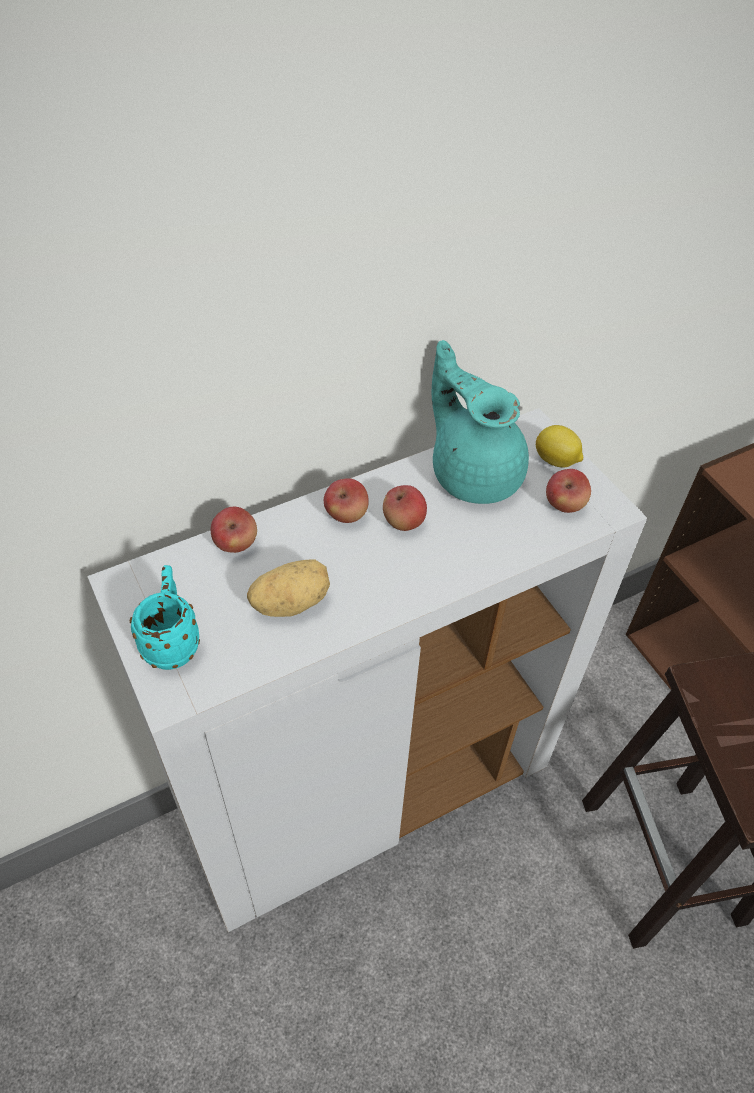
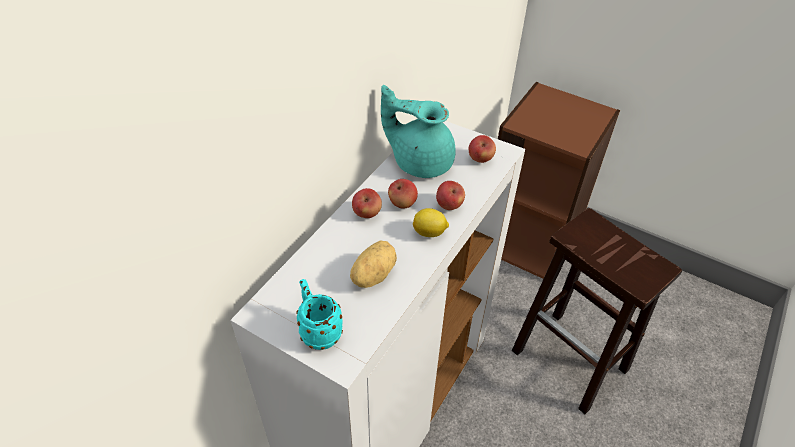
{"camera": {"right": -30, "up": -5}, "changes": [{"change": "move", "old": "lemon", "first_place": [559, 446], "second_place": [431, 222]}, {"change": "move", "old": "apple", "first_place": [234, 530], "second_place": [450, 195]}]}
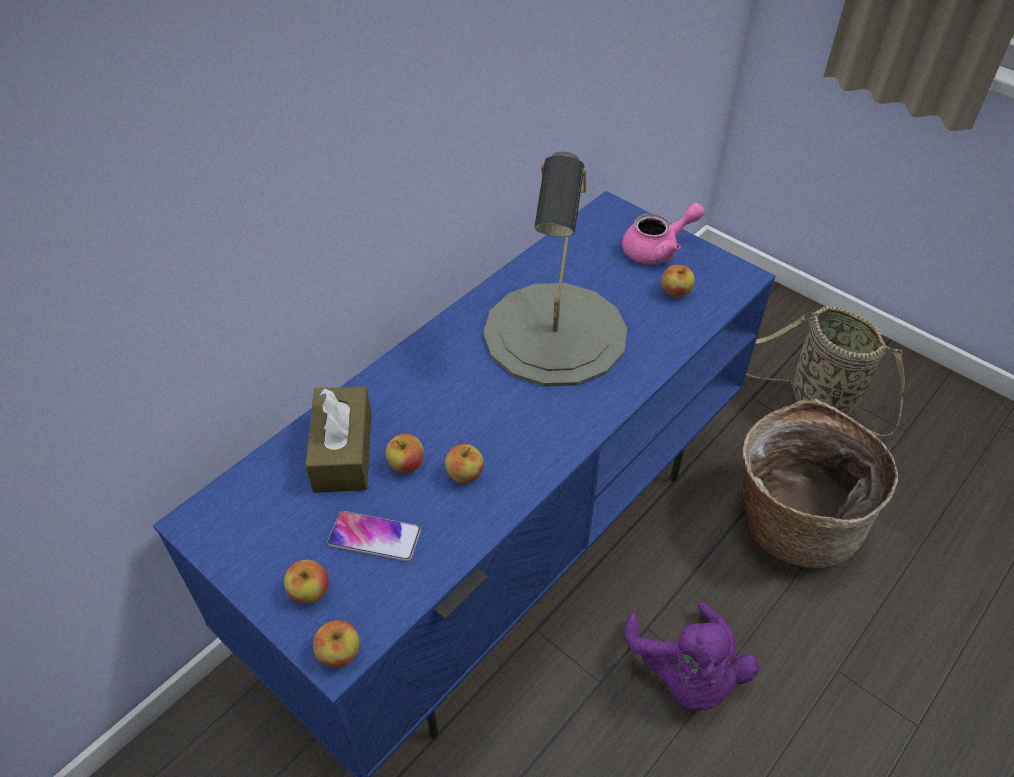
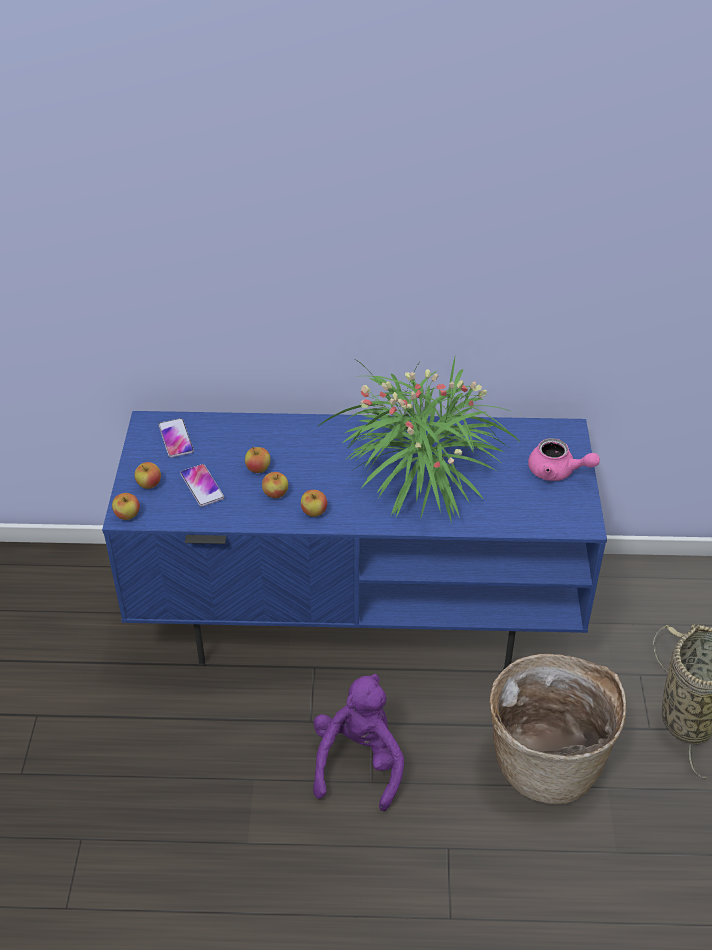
{"camera": {"right": 50, "up": -5}, "changes": [{"change": "replace", "old": "table lamp (grey)", "new": "potted plant", "first_place": [555, 269], "second_place": [419, 441]}, {"change": "move", "old": "apple", "first_place": [678, 281], "second_place": [314, 503]}, {"change": "delete", "old": "tissue box (brown)", "first_place": [338, 439]}, {"change": "rotate", "old": "plush toy (purple)", "first_place": [691, 656], "second_place": [358, 742], "degrees": 150}, {"change": "insert", "new": "phone", "second_place": [176, 438]}]}
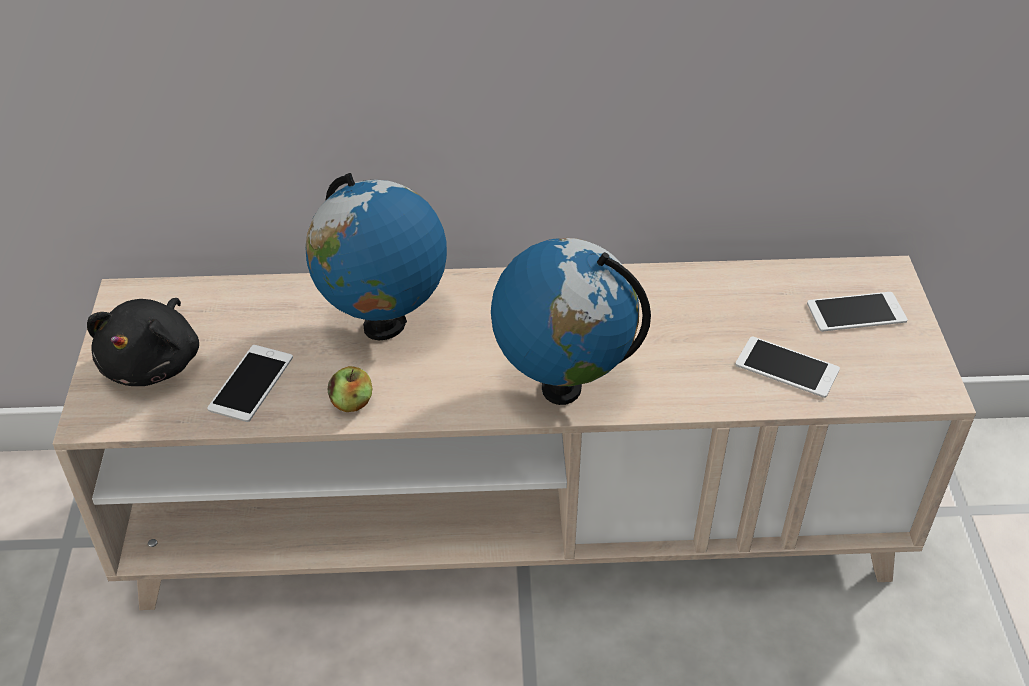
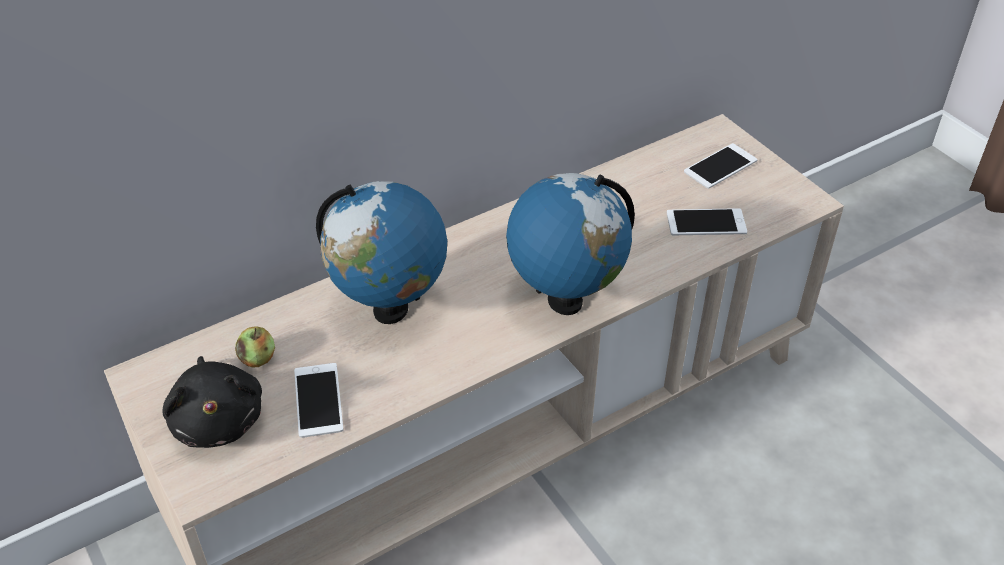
{"camera": {"right": -30, "up": 0}, "changes": [{"change": "move", "old": "apple", "first_place": [350, 389], "second_place": [255, 346]}]}
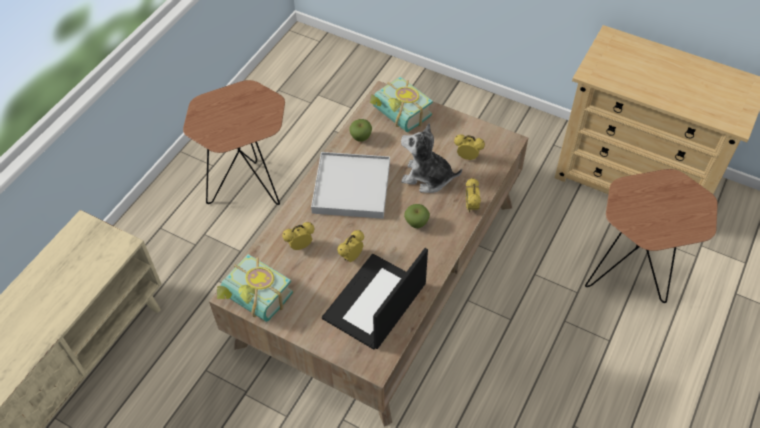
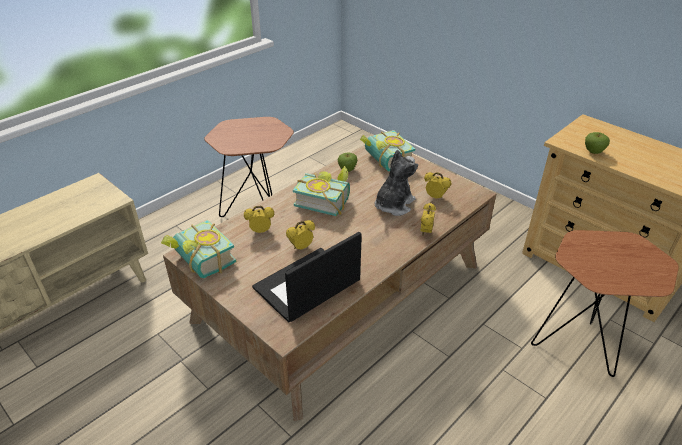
{"camera": {"right": 15, "up": -15}, "changes": [{"change": "rotate", "old": "plush toy", "first_place": [431, 158], "second_place": [396, 183], "degrees": 90}, {"change": "replace", "old": "tray (white)", "new": "book", "first_place": [350, 185], "second_place": [321, 191]}, {"change": "move", "old": "apple", "first_place": [417, 216], "second_place": [597, 143]}]}
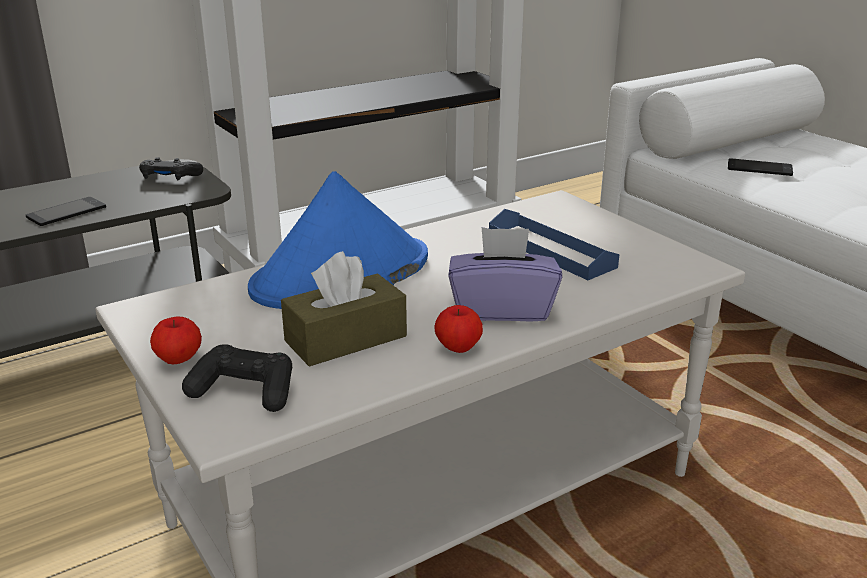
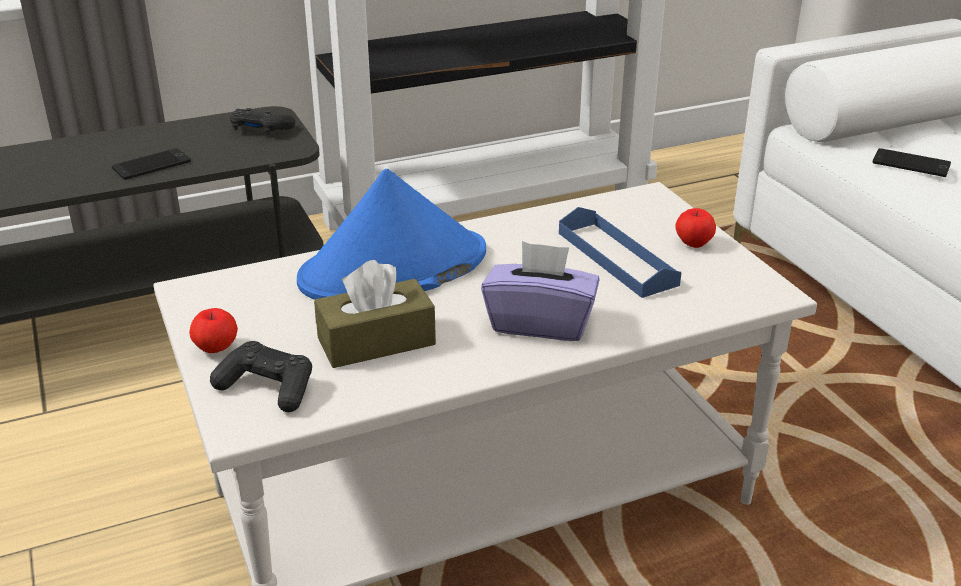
{"camera": {"right": 10, "up": 5}, "changes": [{"change": "move", "old": "apple", "first_place": [458, 329], "second_place": [696, 228]}]}
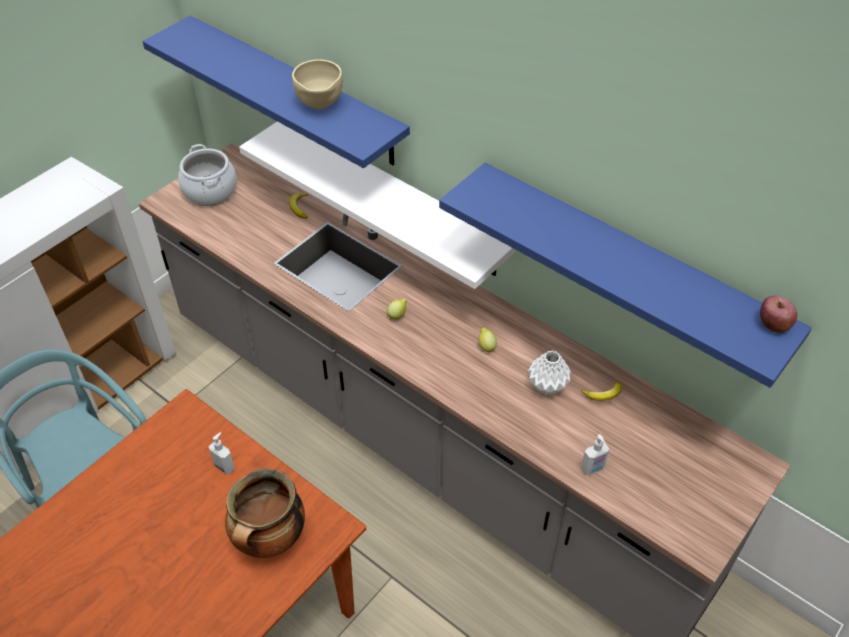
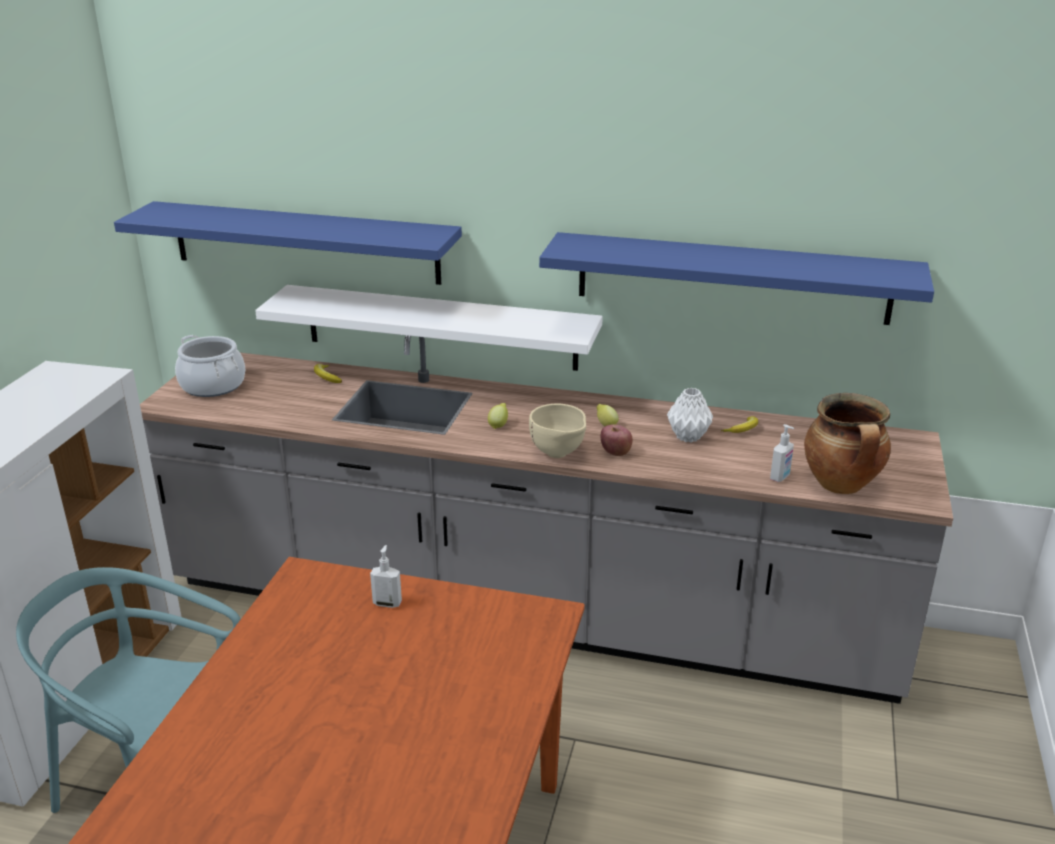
{"camera": {"right": -25, "up": -20}, "changes": [{"change": "move", "old": "bowl (beige)", "first_place": [317, 84], "second_place": [557, 431]}, {"change": "move", "old": "apple", "first_place": [778, 314], "second_place": [616, 440]}, {"change": "move", "old": "cooking pot", "first_place": [265, 513], "second_place": [847, 443]}]}
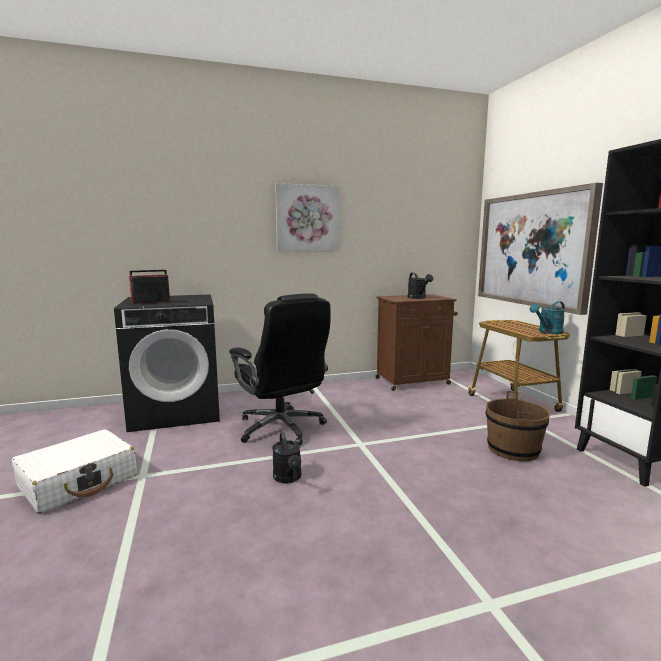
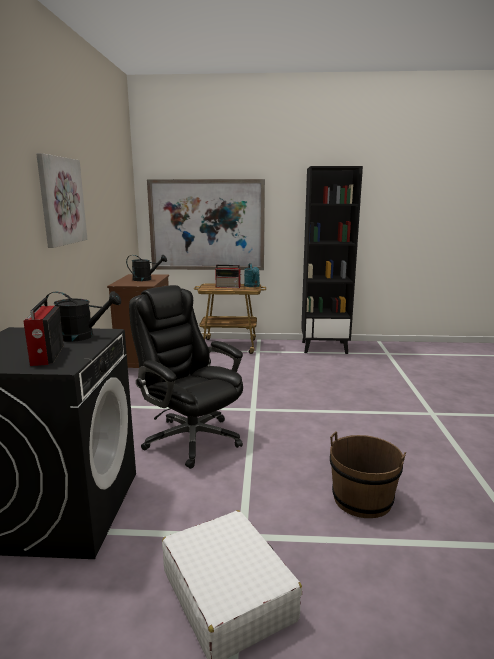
{"camera": {"right": -70, "up": 5}, "changes": [{"change": "rotate", "old": "office chair (black)", "first_place": [280, 369], "second_place": [186, 377], "degrees": -120}, {"change": "move", "old": "bucket (brown)", "first_place": [517, 426], "second_place": [368, 475]}, {"change": "move", "old": "watering can (black)", "first_place": [286, 458], "second_place": [82, 316]}, {"change": "insert", "new": "radio", "second_place": [228, 276]}]}
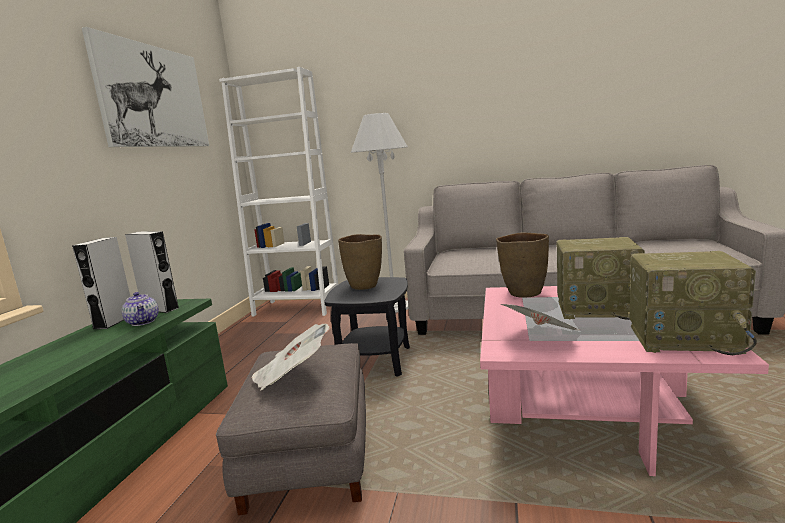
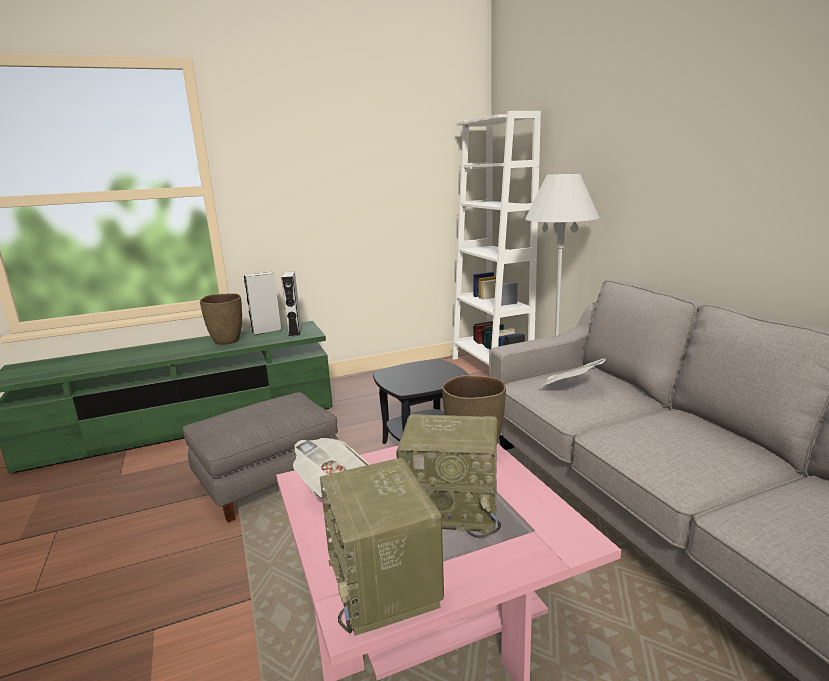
{"camera": {"right": 55, "up": 5}, "changes": [{"change": "delete", "old": "picture", "first_place": [145, 87]}, {"change": "move", "old": "vase (brown)", "first_place": [360, 262], "second_place": [221, 319]}, {"change": "rotate", "old": "radio", "first_place": [600, 278], "second_place": [448, 476], "degrees": -60}, {"change": "delete", "old": "teapot", "first_place": [140, 309]}, {"change": "move", "old": "newspaper", "first_place": [290, 357], "second_place": [574, 372]}]}
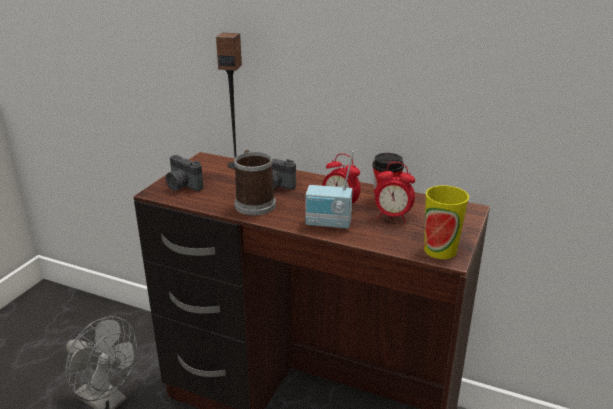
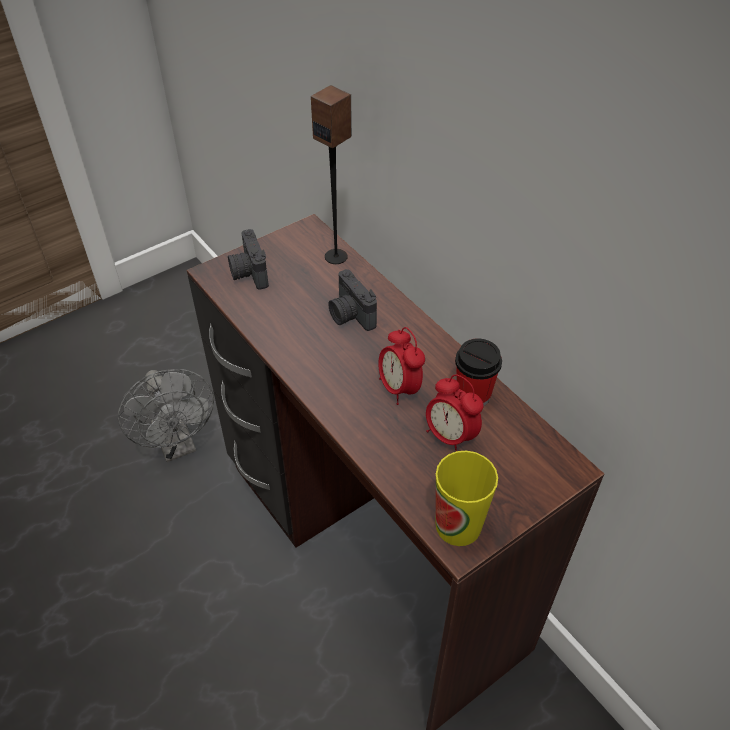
{"camera": {"right": 30, "up": 20}, "changes": [{"change": "delete", "old": "mug", "first_place": [255, 182]}, {"change": "delete", "old": "radio", "first_place": [329, 190]}]}
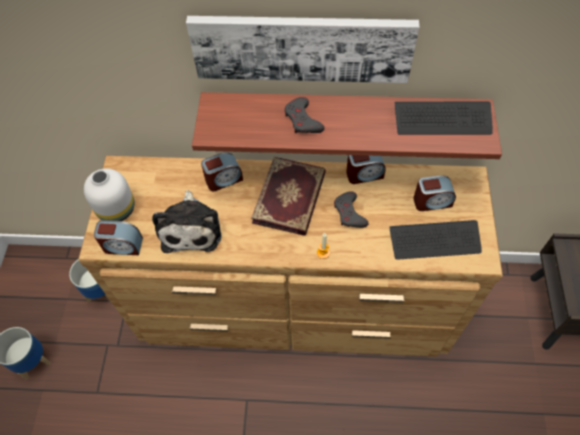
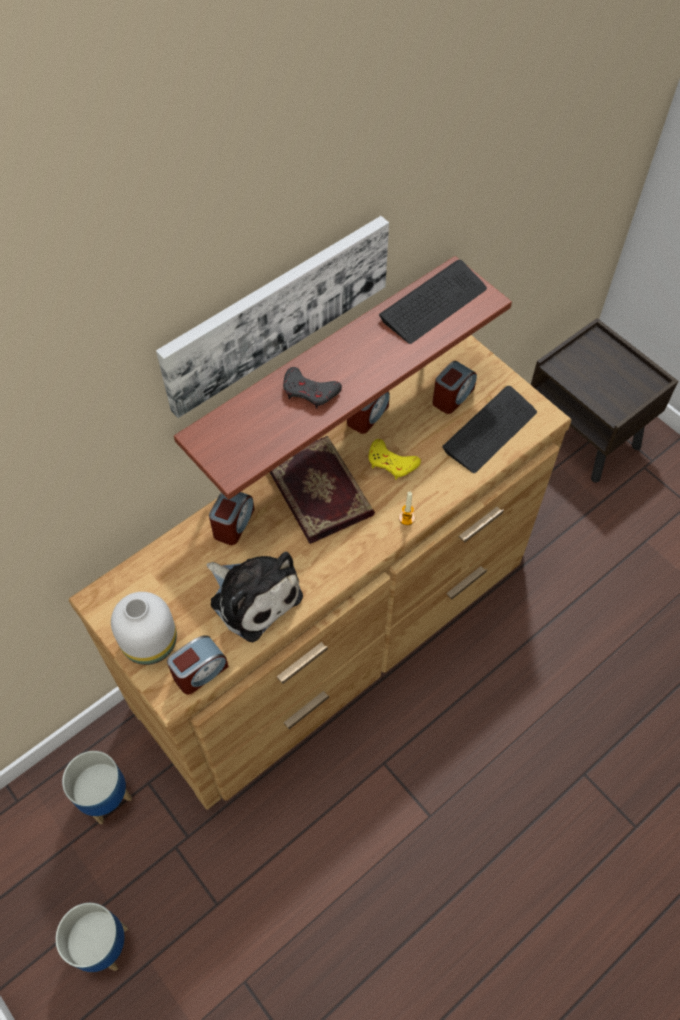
{"camera": {"right": -45, "up": 0}, "changes": [{"change": "recolor", "old": "game controller (grey)", "new": "game controller (yellow)", "first_place": [351, 209], "second_place": [394, 459]}]}
